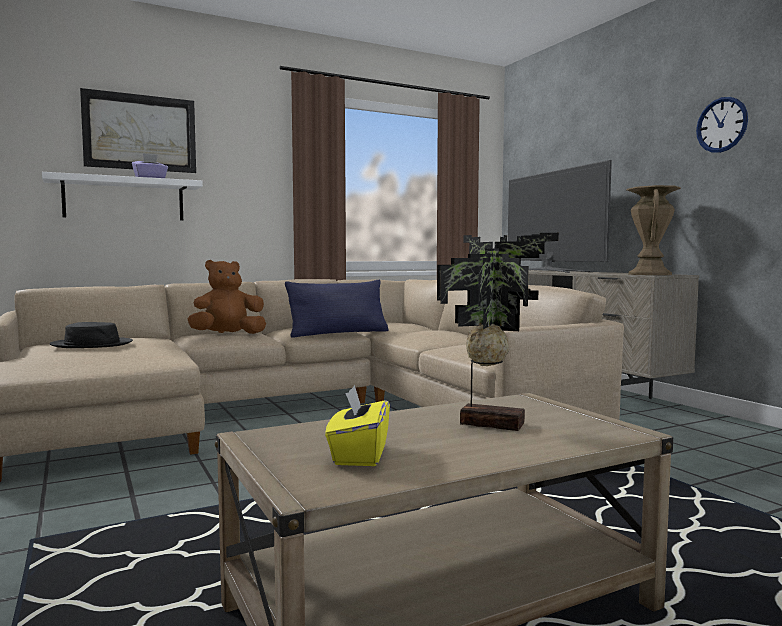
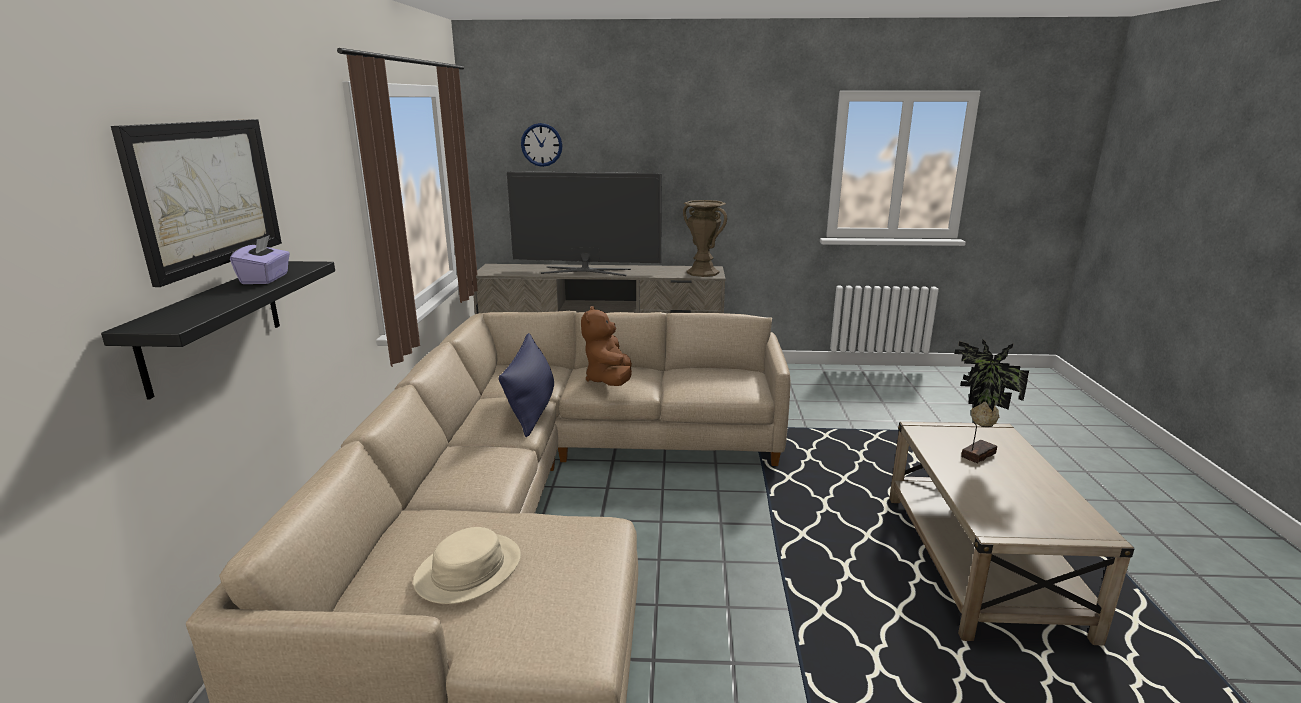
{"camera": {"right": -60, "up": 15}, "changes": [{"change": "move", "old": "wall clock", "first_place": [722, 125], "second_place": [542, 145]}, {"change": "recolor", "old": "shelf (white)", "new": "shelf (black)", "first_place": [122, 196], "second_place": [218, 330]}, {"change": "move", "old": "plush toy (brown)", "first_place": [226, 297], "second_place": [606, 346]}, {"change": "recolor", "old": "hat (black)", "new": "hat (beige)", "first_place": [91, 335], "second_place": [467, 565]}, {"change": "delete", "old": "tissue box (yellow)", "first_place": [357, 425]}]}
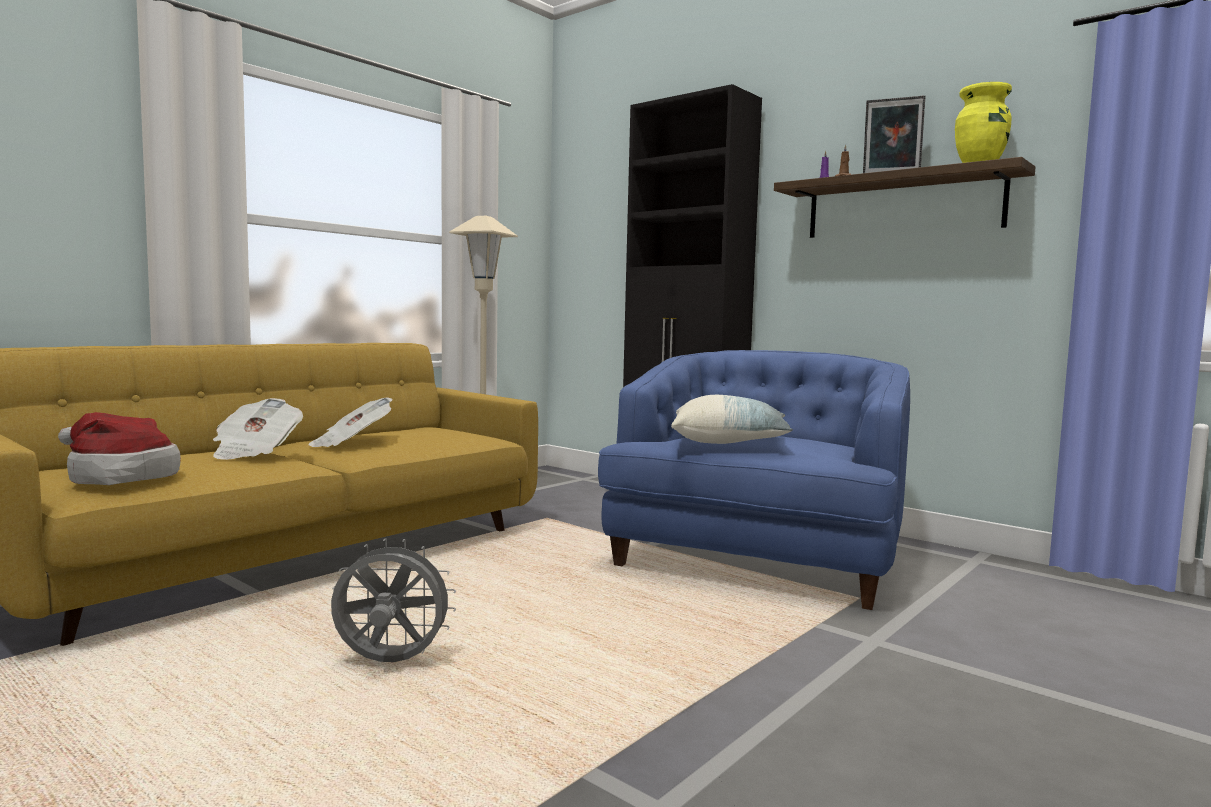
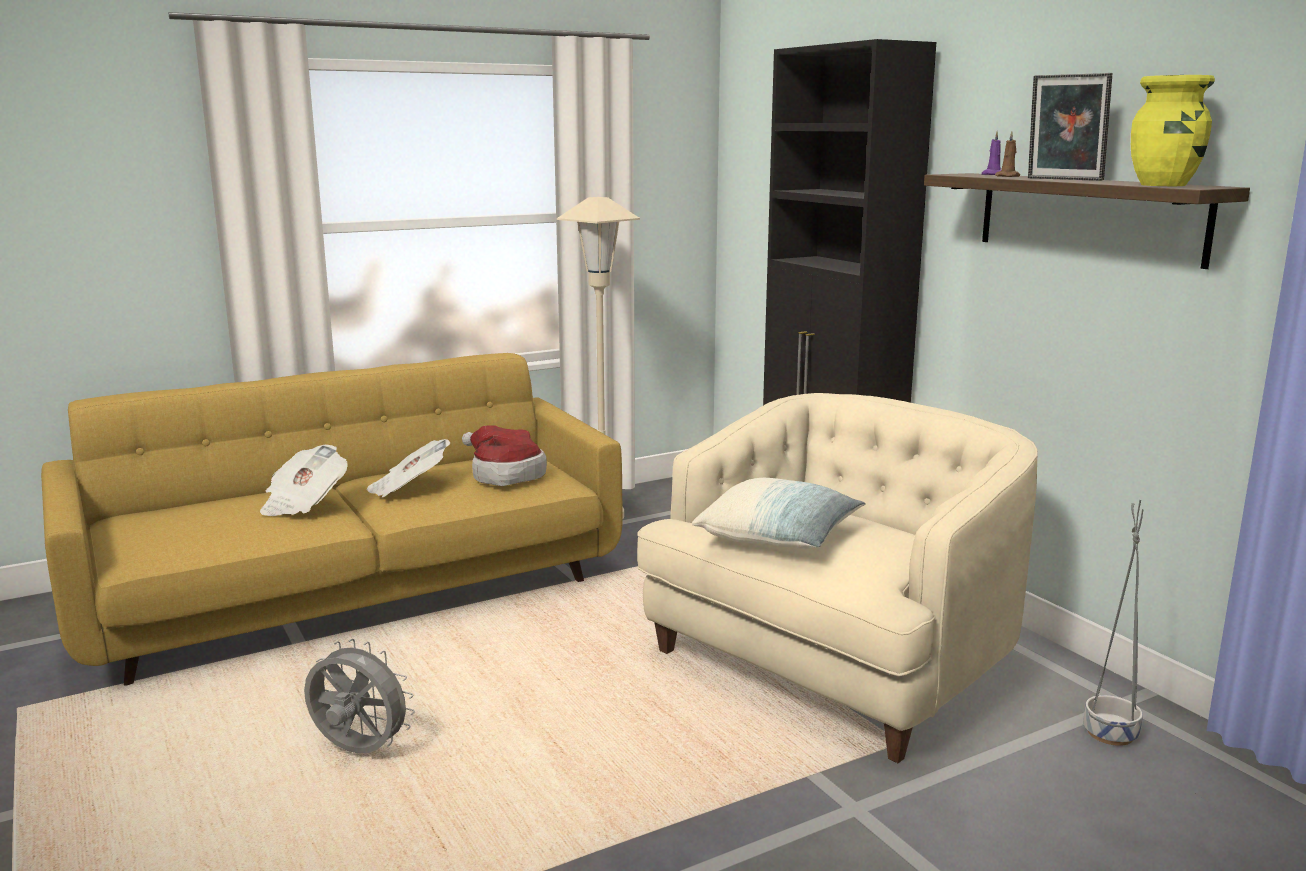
{"camera": {"right": 20, "up": 10}, "changes": [{"change": "recolor", "old": "armchair (blue)", "new": "armchair (beige)", "first_place": [754, 480], "second_place": [837, 578]}, {"change": "move", "old": "hat", "first_place": [119, 448], "second_place": [504, 455]}, {"change": "insert", "new": "planter (grey)", "second_place": [1113, 623]}]}
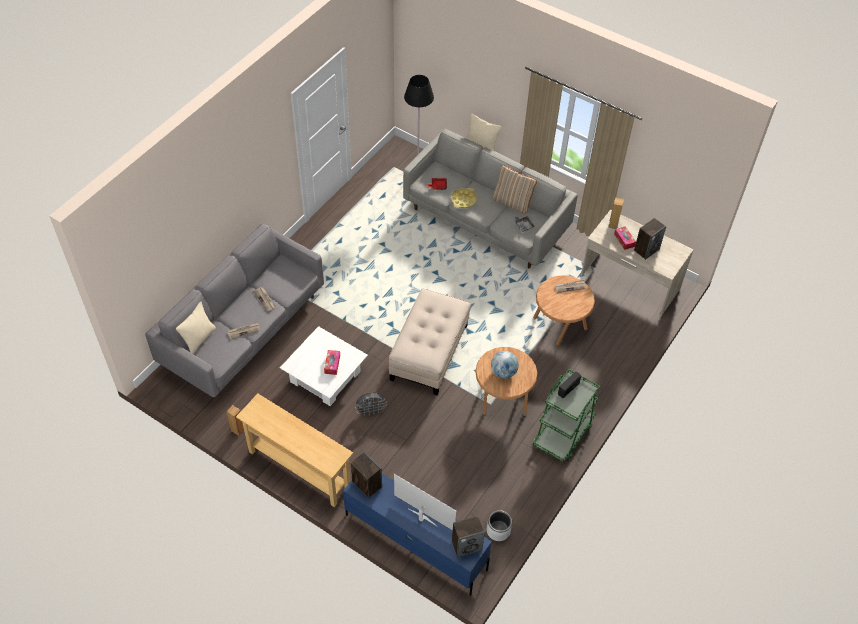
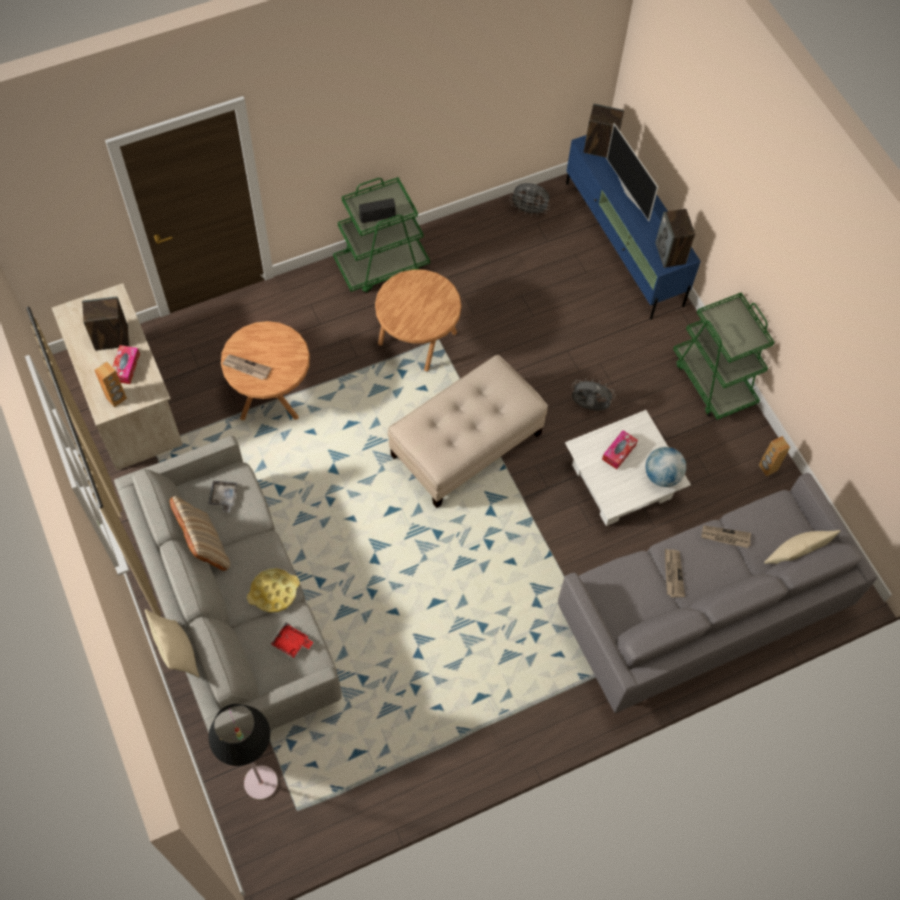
{"camera": {"right": -150, "up": 10}, "changes": [{"change": "move", "old": "globe", "first_place": [505, 365], "second_place": [666, 467]}, {"change": "replace", "old": "console table (beige)", "new": "cart (green)", "first_place": [294, 450], "second_place": [723, 356]}, {"change": "replace", "old": "planter (grey)", "new": "fan (grey)", "first_place": [499, 525], "second_place": [529, 199]}]}
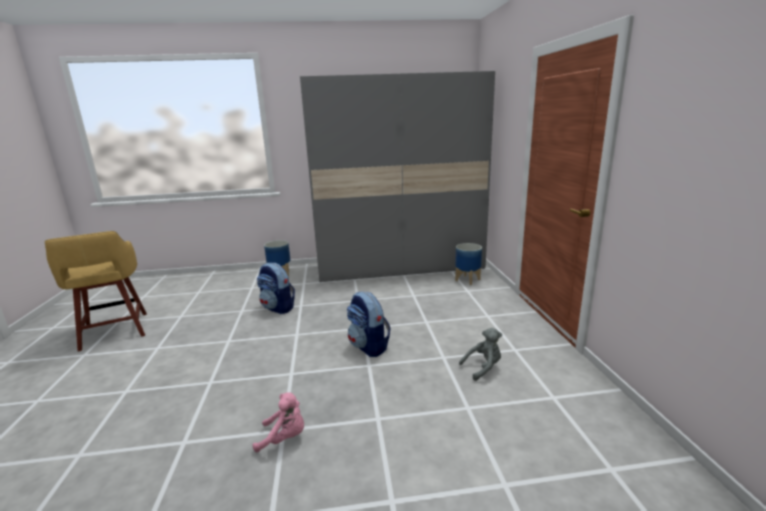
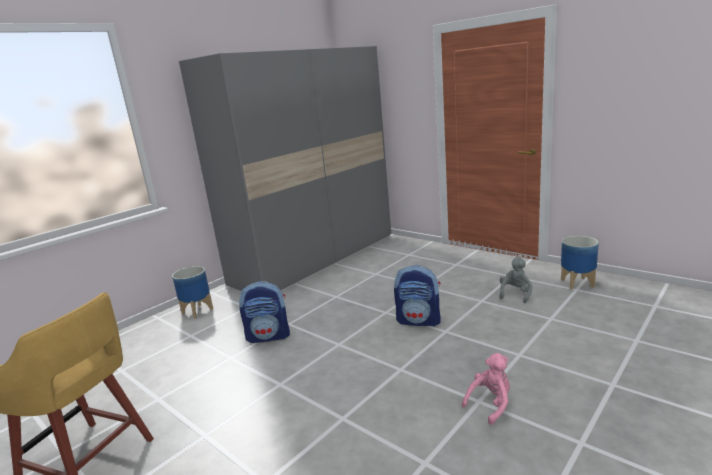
{"camera": {"right": -40, "up": 0}, "changes": [{"change": "move", "old": "planter", "first_place": [468, 264], "second_place": [580, 263]}]}
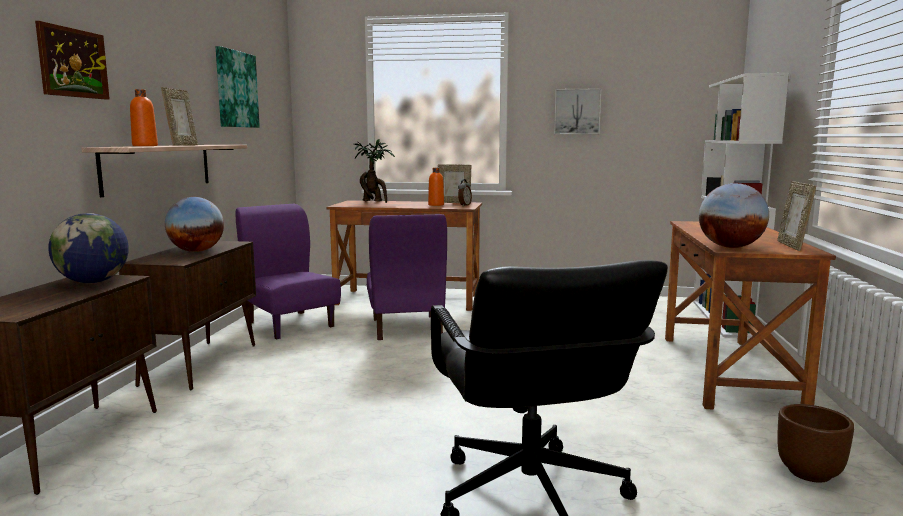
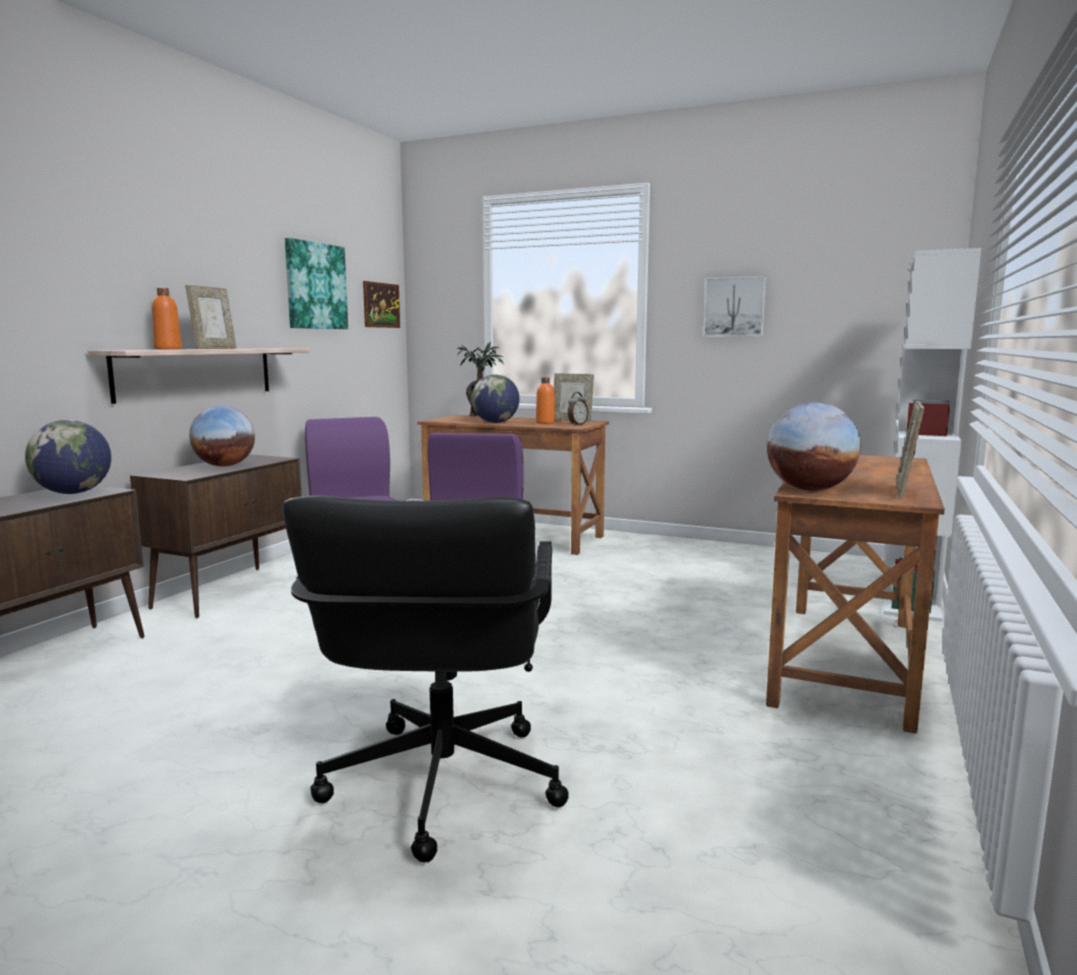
{"camera": {"right": 15, "up": 0}, "changes": [{"change": "move", "old": "picture", "first_place": [72, 60], "second_place": [381, 304]}, {"change": "delete", "old": "planter (brown)", "first_place": [815, 443]}, {"change": "insert", "new": "globe", "second_place": [495, 399]}]}
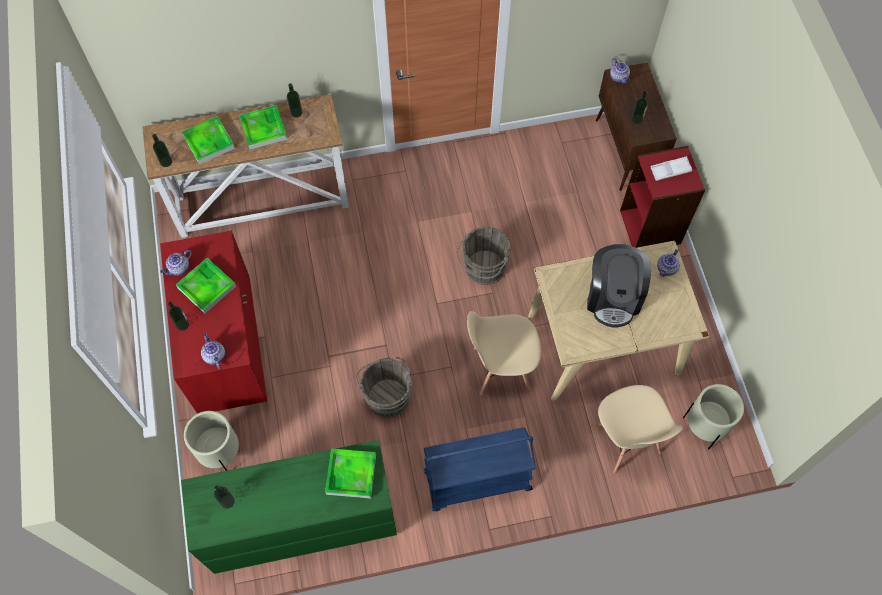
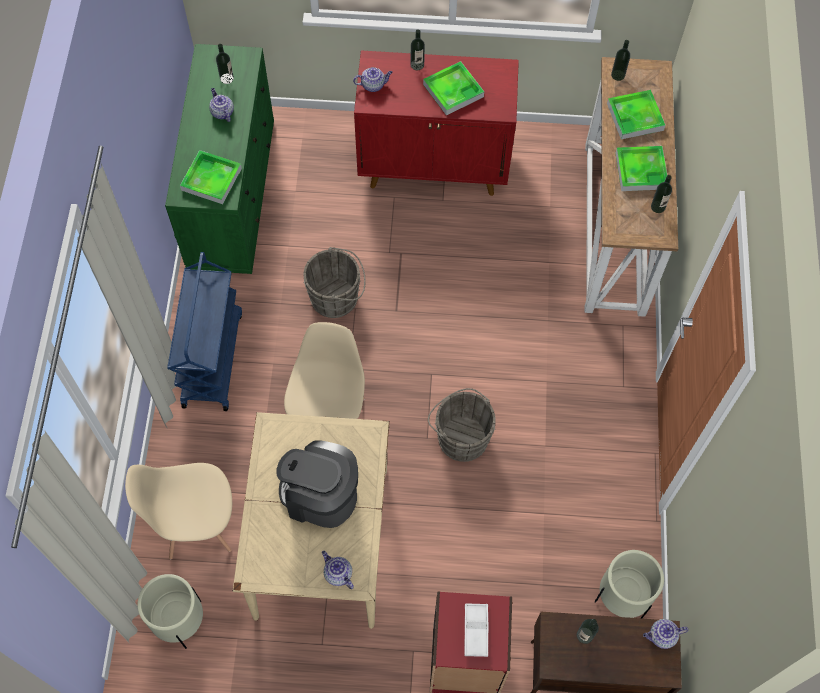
{"camera": {"right": 105, "up": 0}, "changes": [{"change": "move", "old": "teapot", "first_place": [176, 263], "second_place": [221, 105]}, {"change": "move", "old": "planter (beige)", "first_place": [211, 441], "second_place": [629, 584]}]}
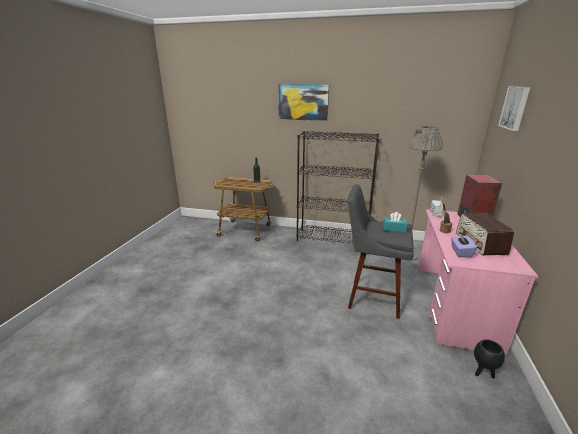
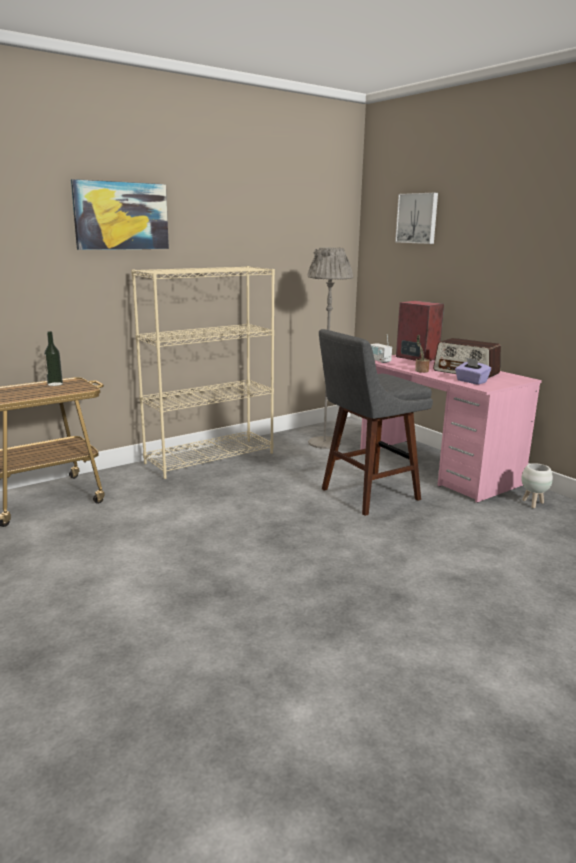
{"camera": {"right": -50, "up": -5}, "changes": [{"change": "recolor", "old": "bookcase (black)", "new": "bookcase (beige)", "first_place": [338, 187], "second_place": [203, 372]}, {"change": "delete", "old": "tissue box (turquoise)", "first_place": [395, 222]}, {"change": "recolor", "old": "planter (black)", "new": "planter (white)", "first_place": [489, 358], "second_place": [537, 485]}]}
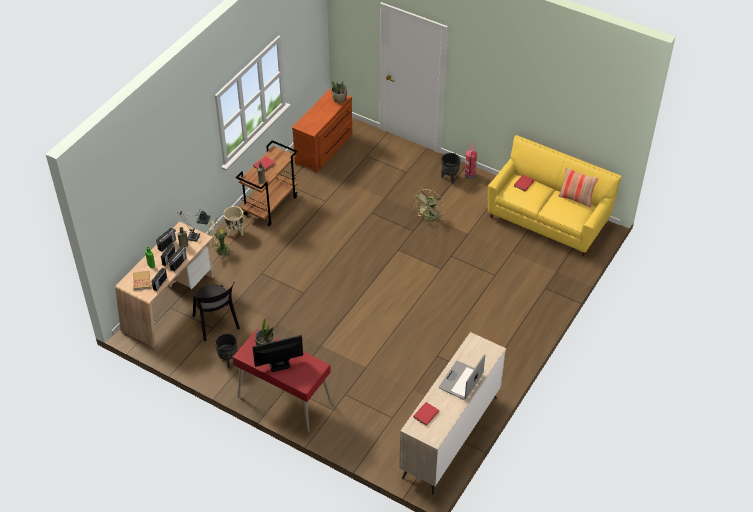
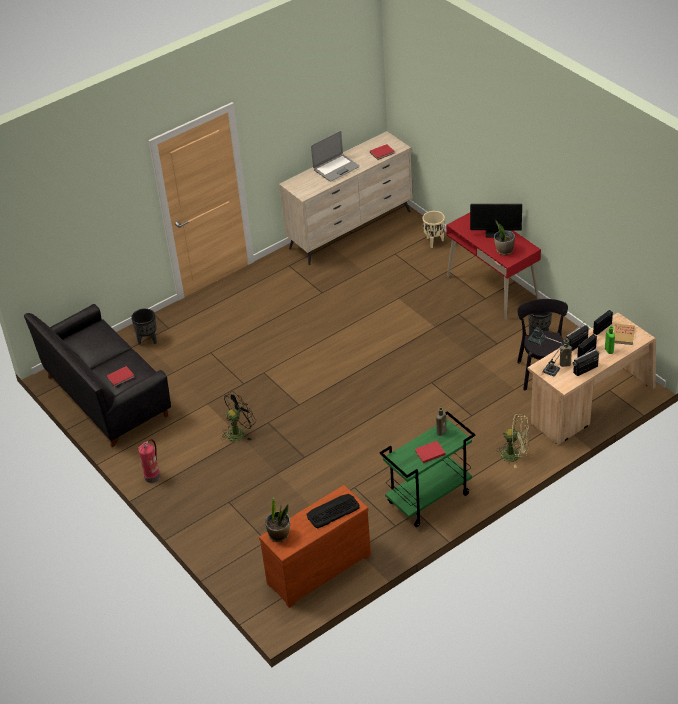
{"camera": {"right": -155, "up": -5}, "changes": [{"change": "recolor", "old": "sofa (yellow)", "new": "sofa (black)", "first_place": [554, 196], "second_place": [97, 375]}, {"change": "recolor", "old": "cart (brown)", "new": "cart (green)", "first_place": [267, 183], "second_place": [427, 469]}, {"change": "move", "old": "planter (black)", "first_place": [451, 168], "second_place": [144, 326]}, {"change": "delete", "old": "pillow", "first_place": [578, 187]}, {"change": "recolor", "old": "fan (green)", "new": "fan (black)", "first_place": [429, 205], "second_place": [238, 416]}, {"change": "move", "old": "planter (beige)", "first_place": [233, 221], "second_place": [434, 229]}, {"change": "insert", "new": "keyboard", "second_place": [333, 511]}]}
